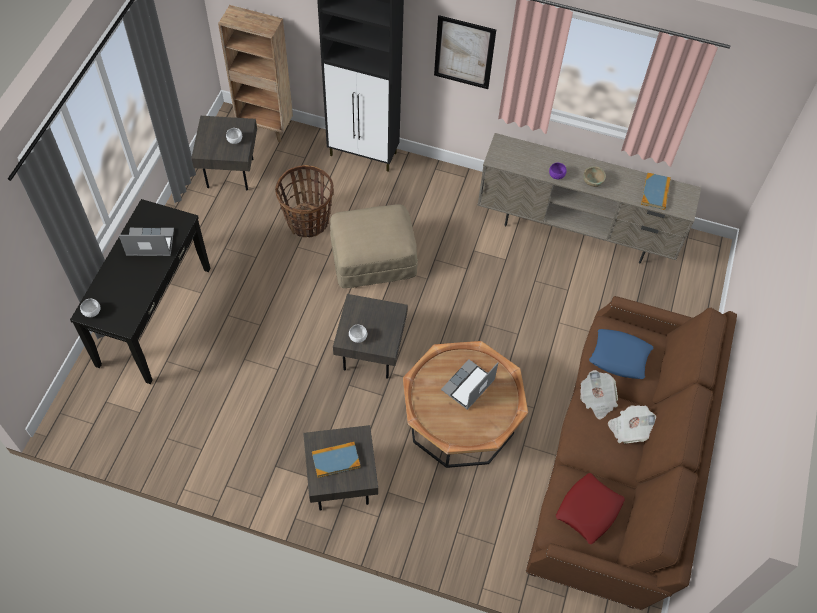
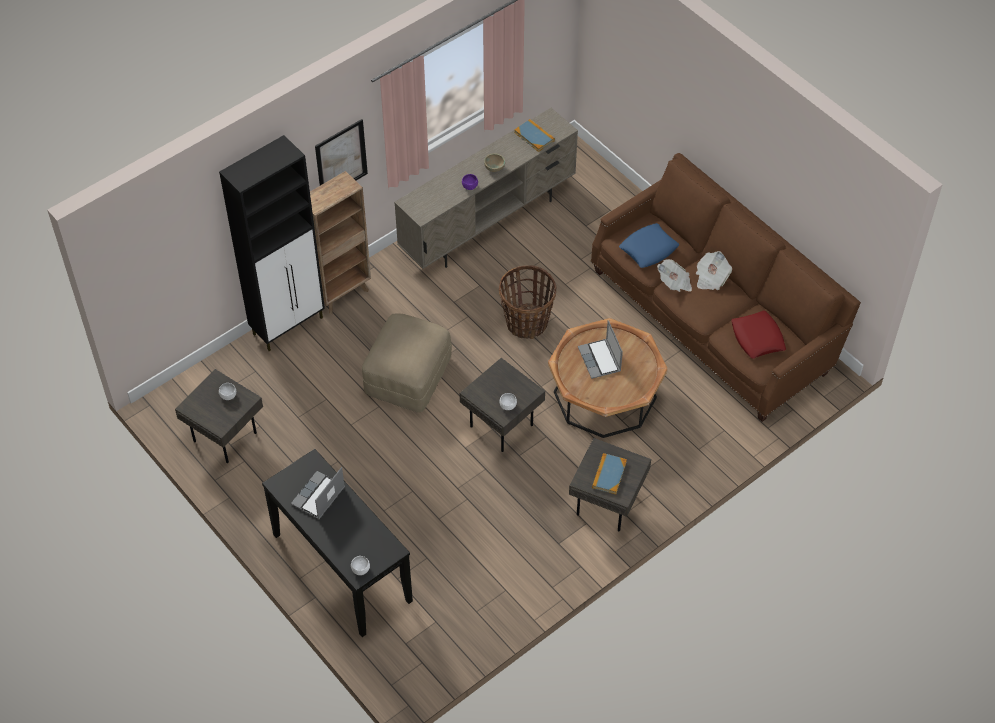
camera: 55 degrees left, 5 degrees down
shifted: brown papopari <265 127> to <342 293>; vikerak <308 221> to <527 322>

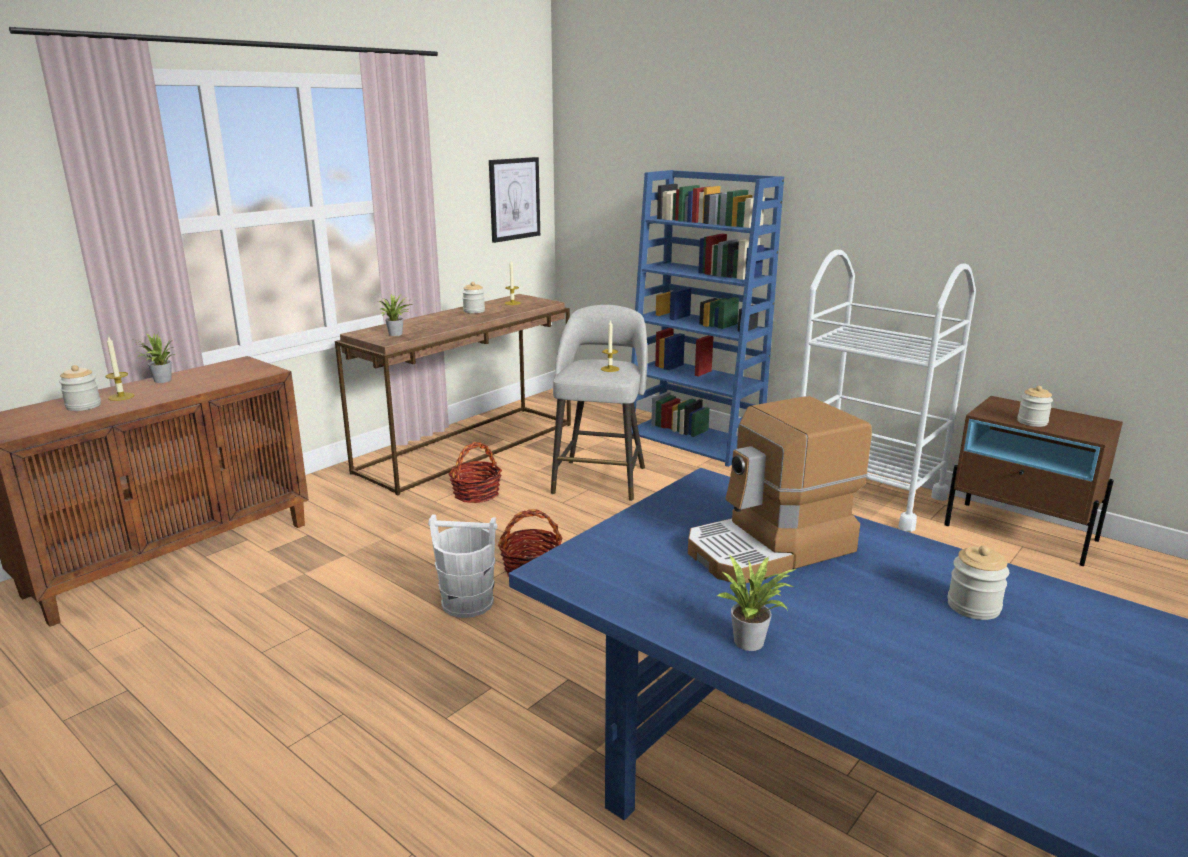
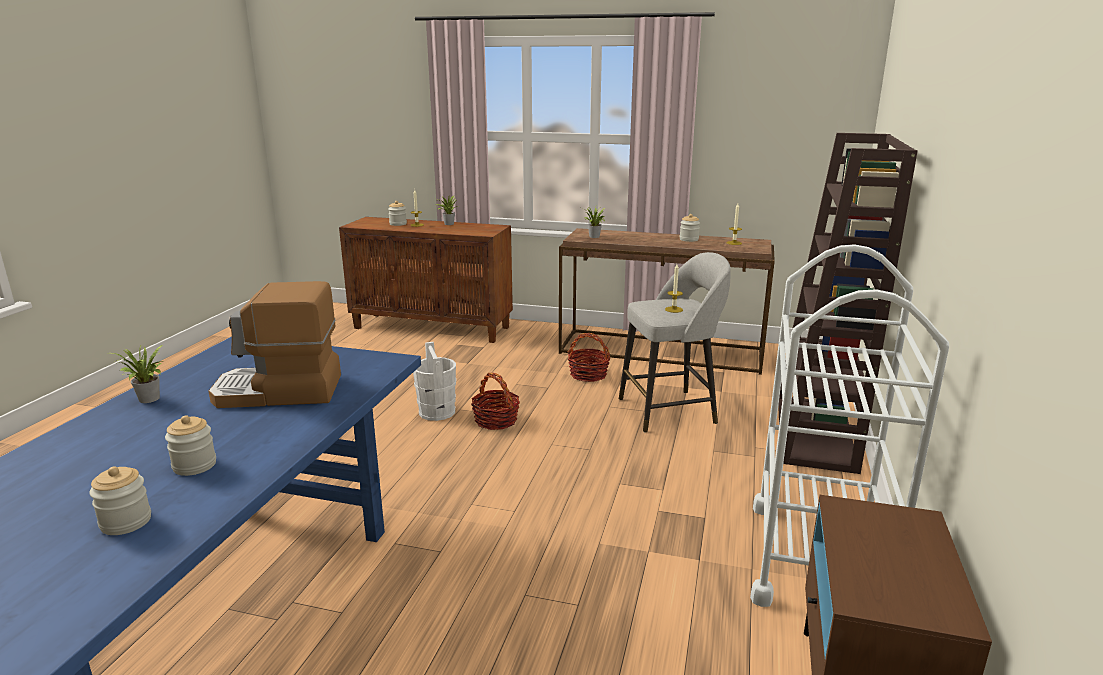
camera: 65 degrees right, 0 degrees up
gone: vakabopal <514 199>
shifted: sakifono <1032 422> to <126 522>
repainted: blue papopari <695 441> to brown papopari <815 435>
rotated: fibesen <771 549> = <278 392> 45 degrees counterclockwise

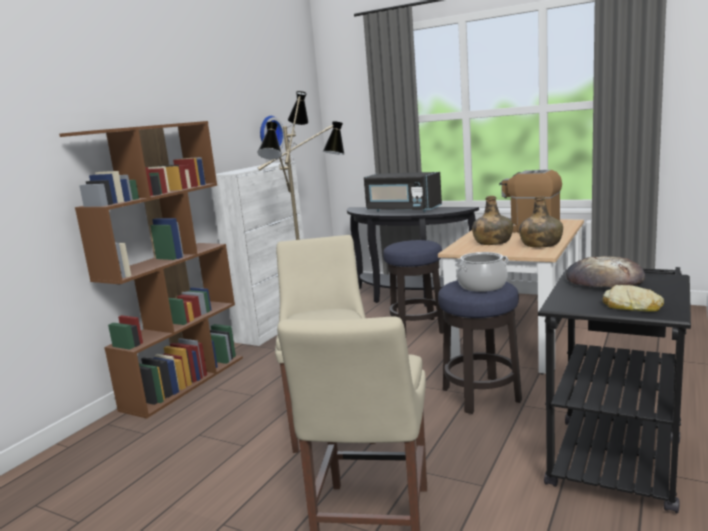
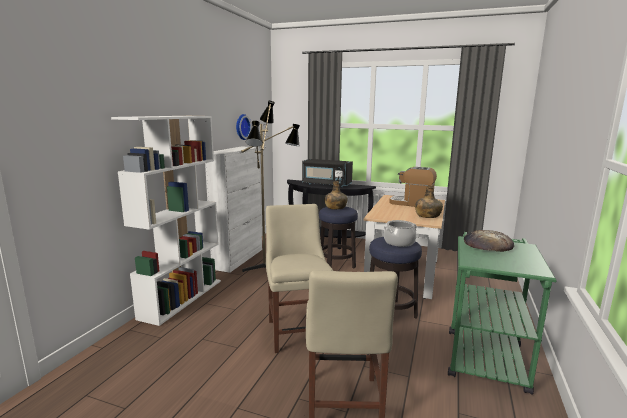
camera: 10 degrees left, 0 degrees up
gone: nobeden <632 306>
shifted: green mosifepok <492 242> to <335 207>
repainted: brown papopari <185 382> to white papopari <182 298>; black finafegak <615 454> to green finafegak <484 354>

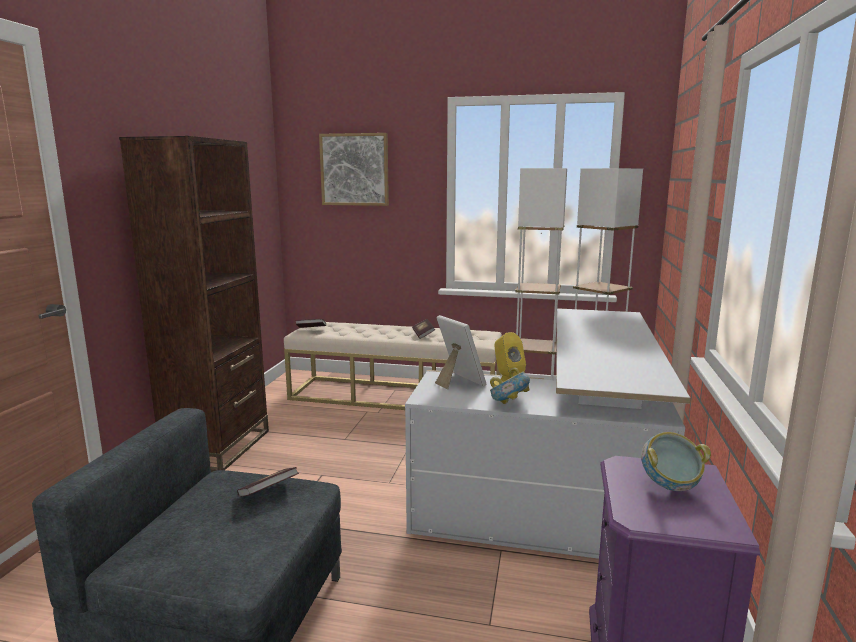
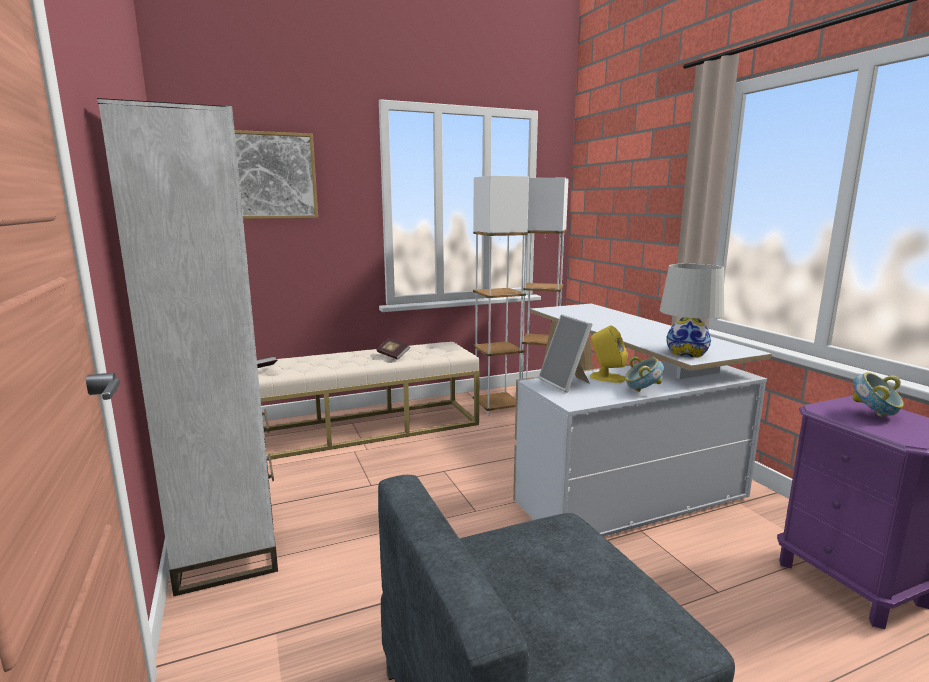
camera: 35 degrees left, 0 degrees up
gone: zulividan <268 492>
new: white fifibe <687 353>
repainted: brown papopari <218 447> to white papopari <228 544>
rotated: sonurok <457 382> = <566 383> 135 degrees counterclockwise

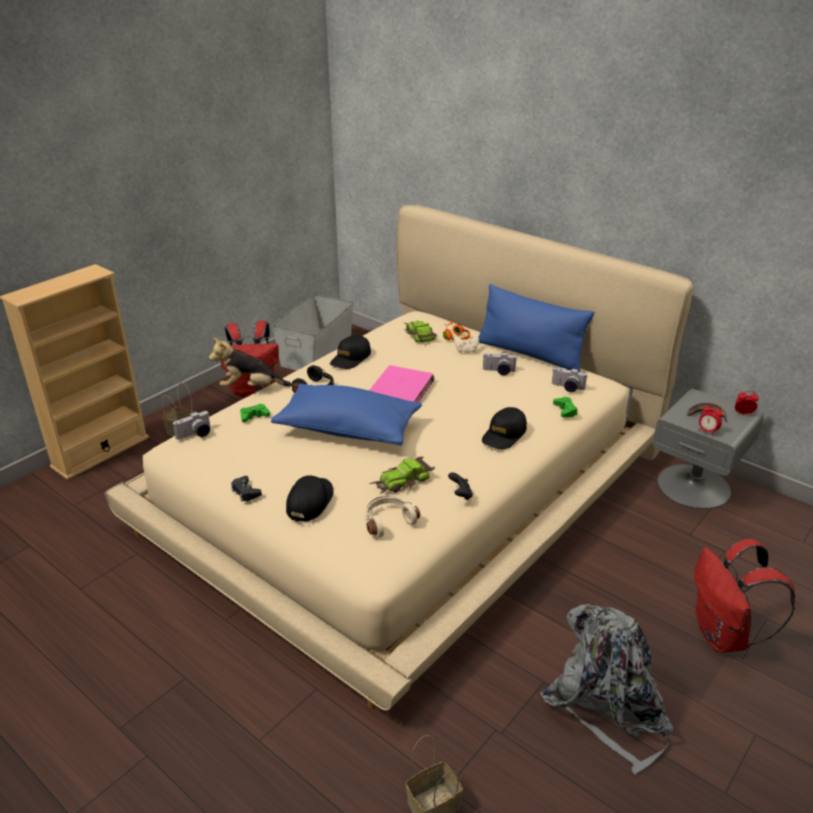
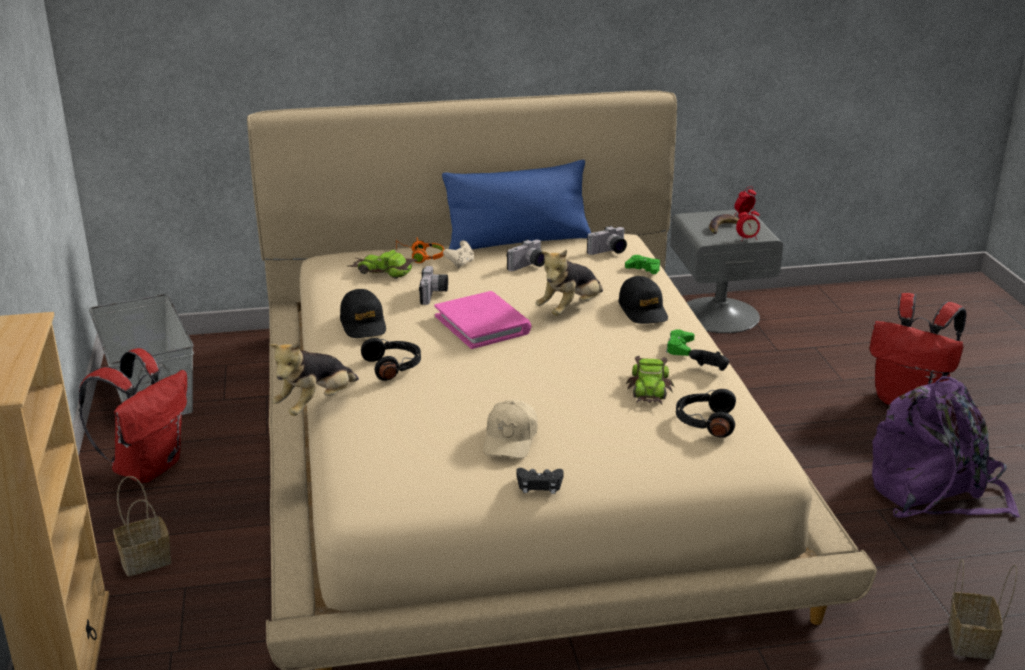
camera: 50 degrees left, 5 degrees down
gone: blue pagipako <348 429>; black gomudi <310 502>
new: beige gomudi <510 439>; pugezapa <570 309>
shifted: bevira <195 435> to <434 295>; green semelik <254 416> to <679 347>
repainted: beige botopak <388 521> to black botopak <704 422>; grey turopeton <608 705> to purple turopeton <935 492>

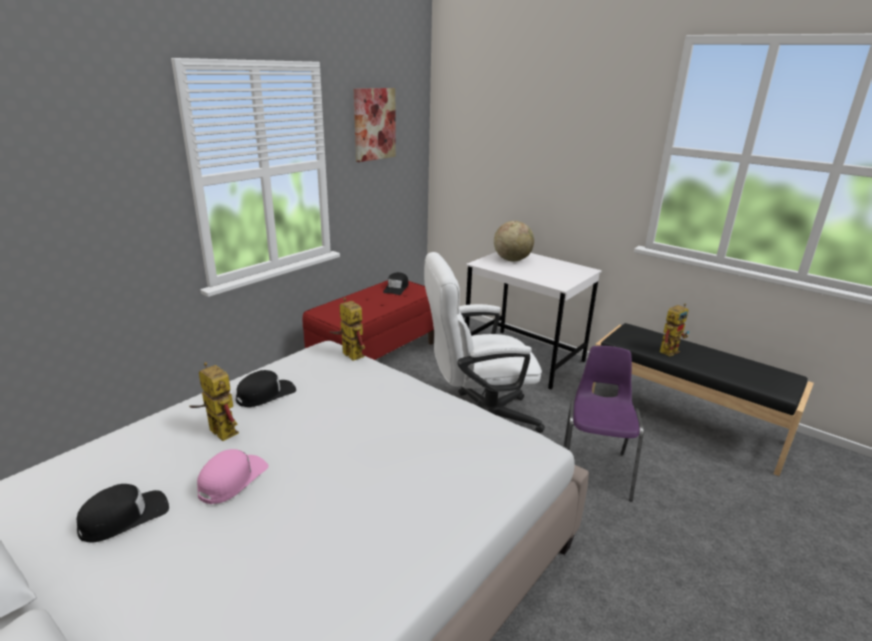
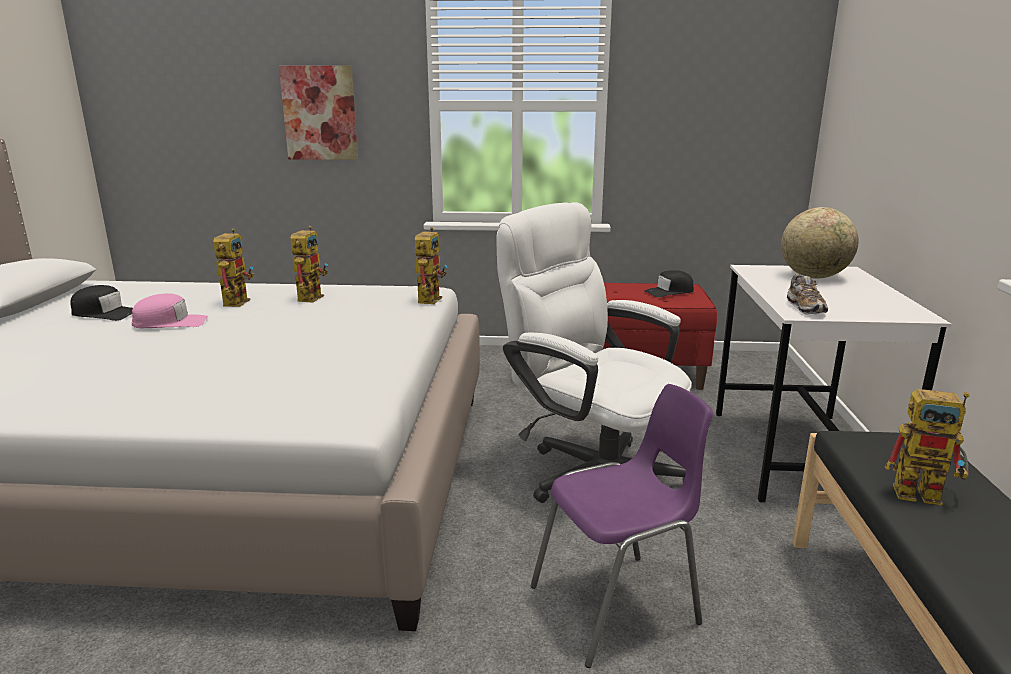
camera: 55 degrees right, 5 degrees down
new: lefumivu <805 308>
shifted: vakabopal <374 124> to <320 113>
swapped: black gomudi <266 394> to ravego <311 296>

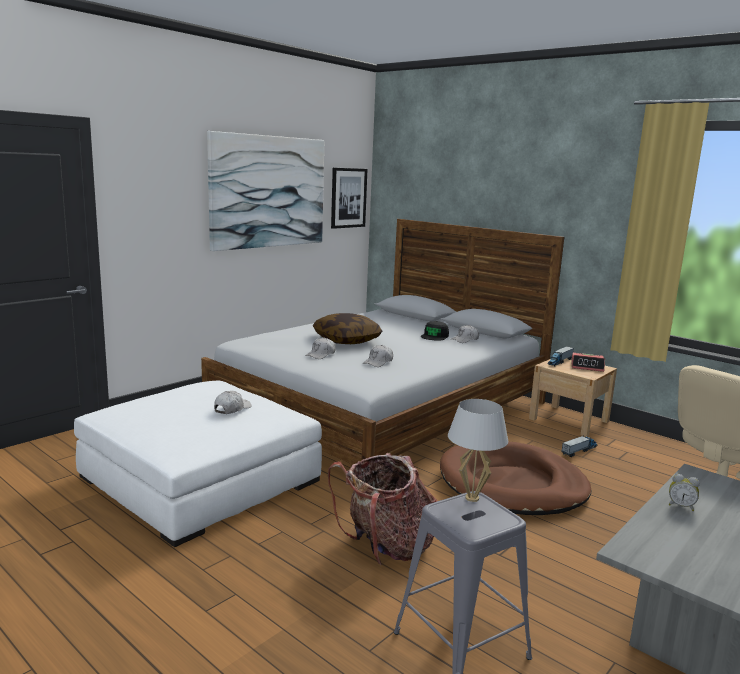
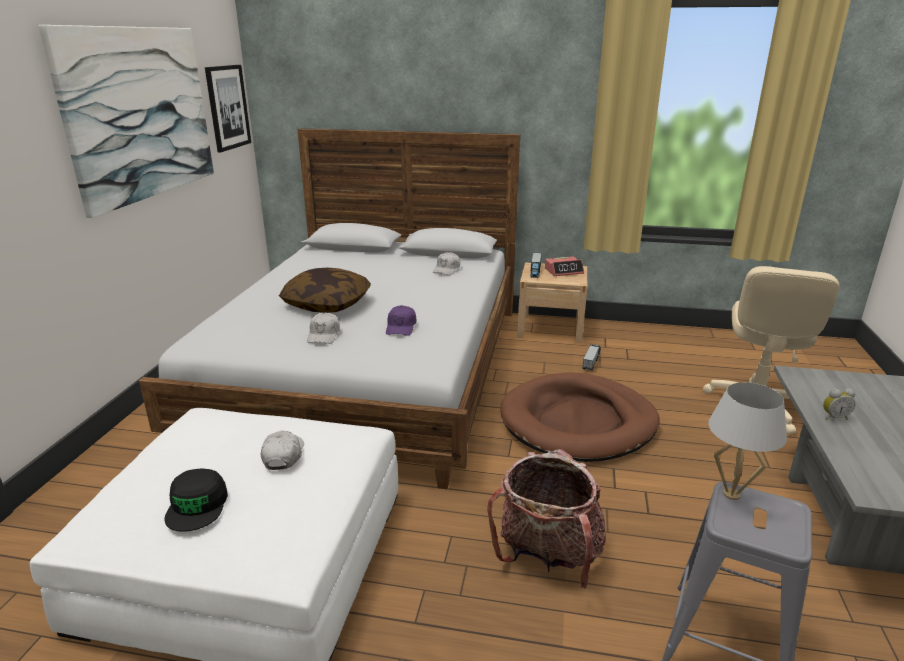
camera: 30 degrees left, 10 degrees up
shifted: black gomudi <435 336> to <197 506>
repainted: white gomudi <378 362> to purple gomudi <401 327>

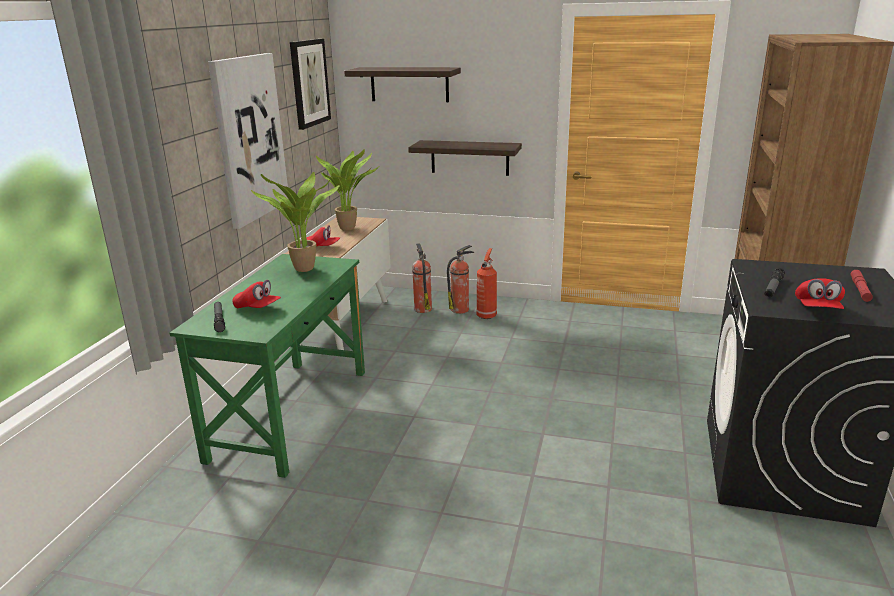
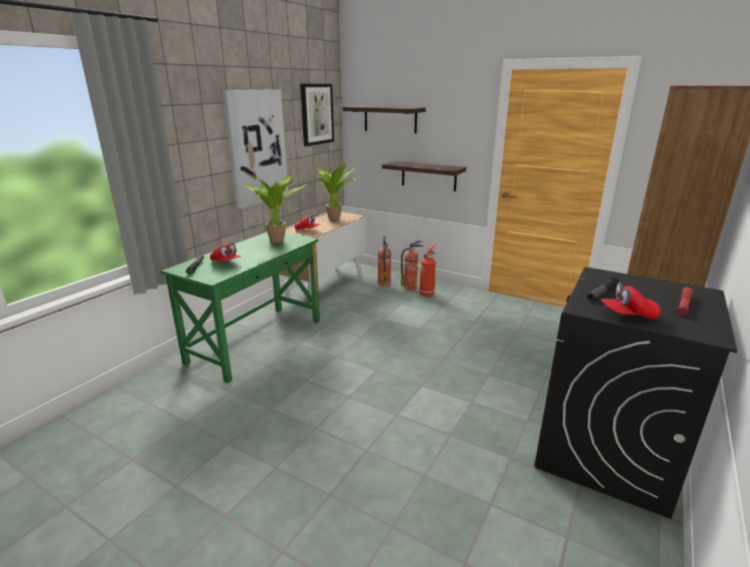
camera: 15 degrees right, 0 degrees up
rotated: red gomudi <817 309> = <628 315> 60 degrees clockwise

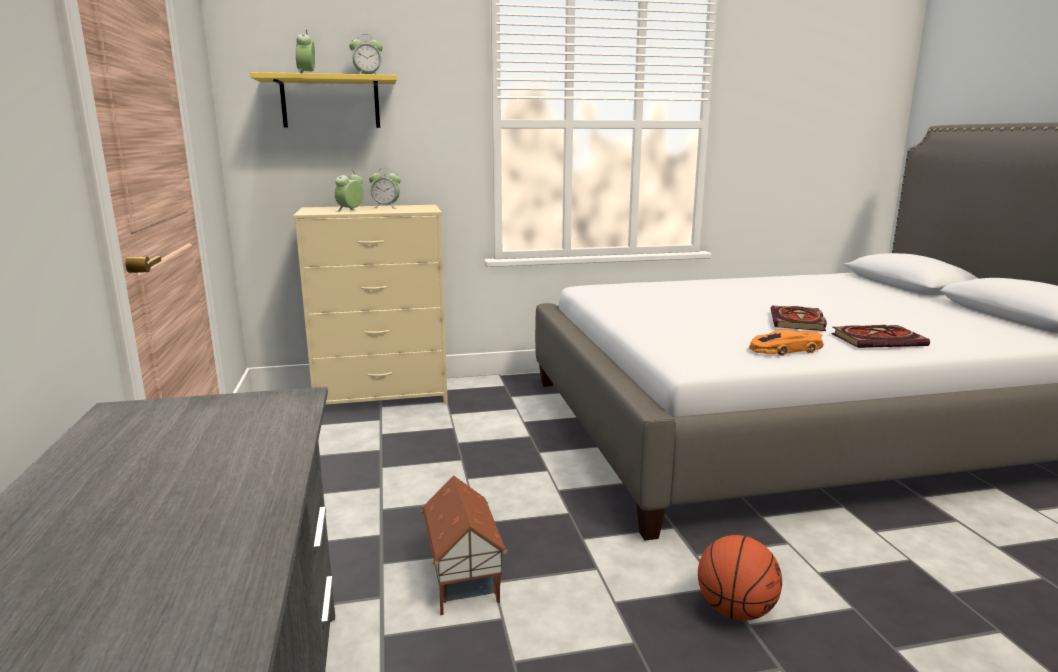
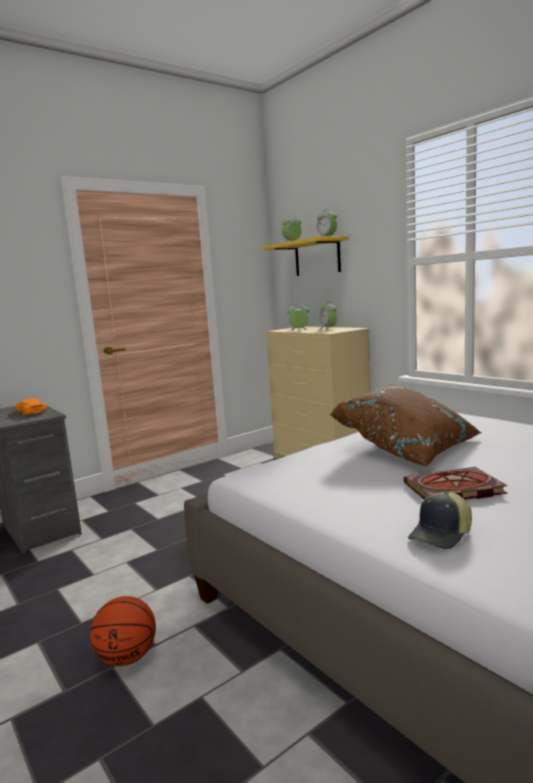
camera: 65 degrees right, 5 degrees down
gone: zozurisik <461 580>
new: brown pagipako <408 448>
shifted: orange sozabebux <784 350> to <31 411>
swapped: zulividan <879 340> to gomudi <442 534>

